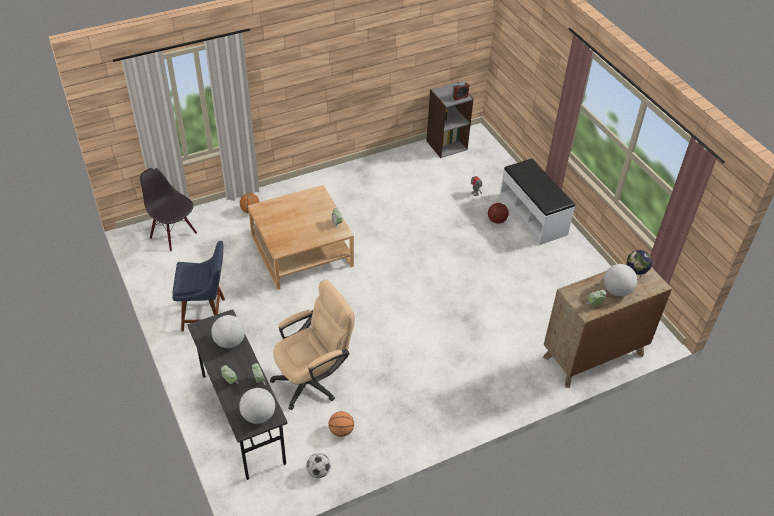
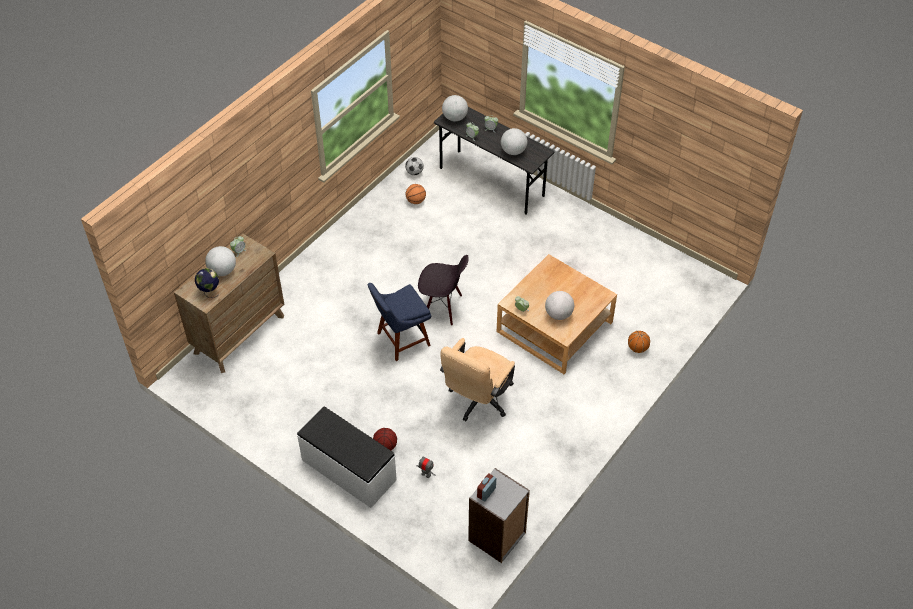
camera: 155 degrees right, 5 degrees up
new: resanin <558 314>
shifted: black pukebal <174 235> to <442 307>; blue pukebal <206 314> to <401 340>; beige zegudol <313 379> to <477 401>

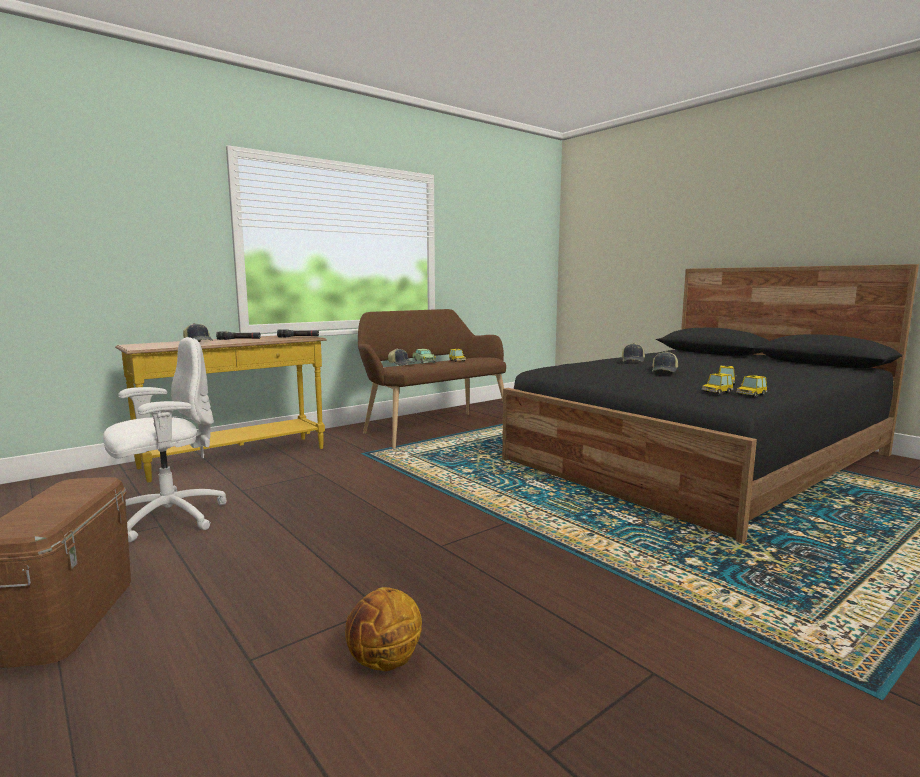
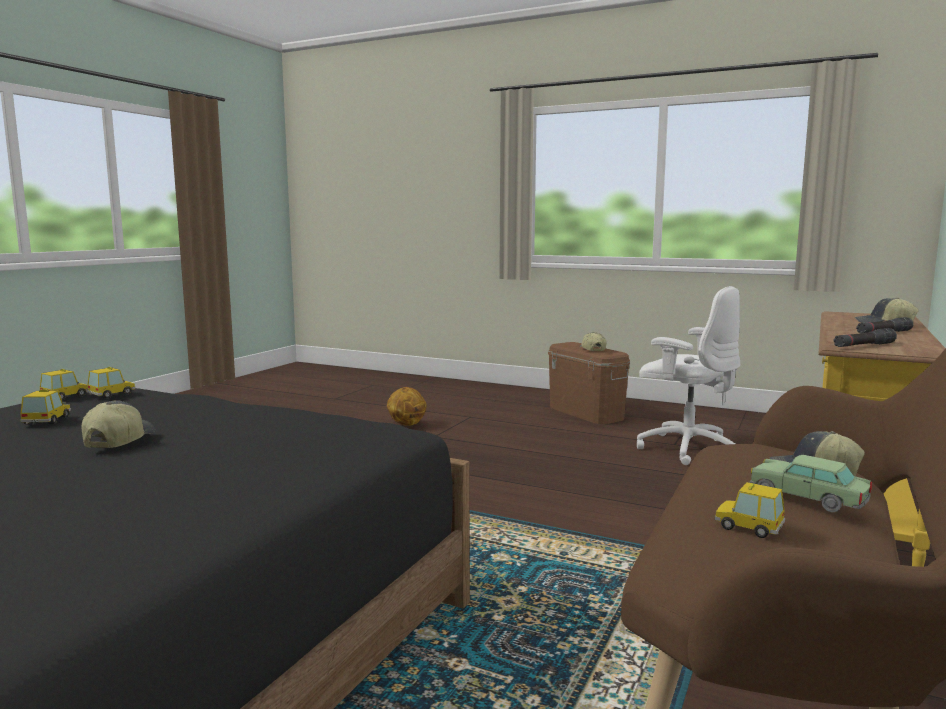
camera: 155 degrees right, 0 degrees up
shifted: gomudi <633 361> to <592 349>
rotated: white zegudol <168 518> = <686 448> 75 degrees counterclockwise

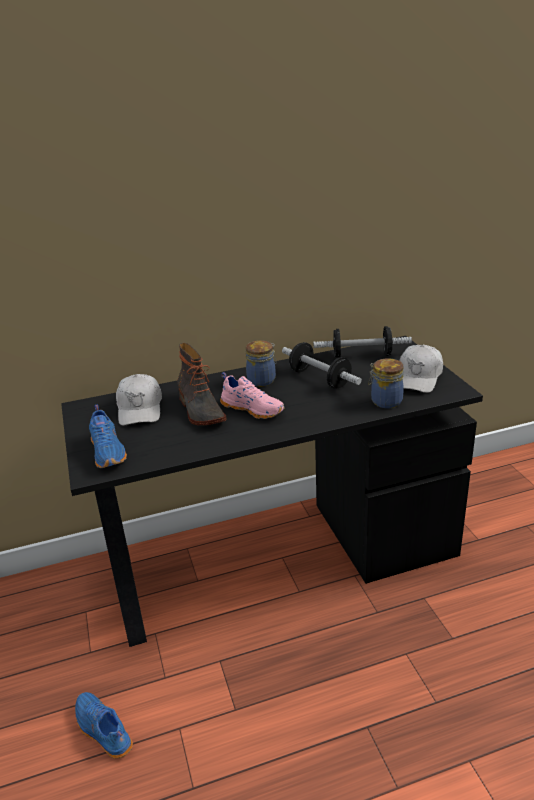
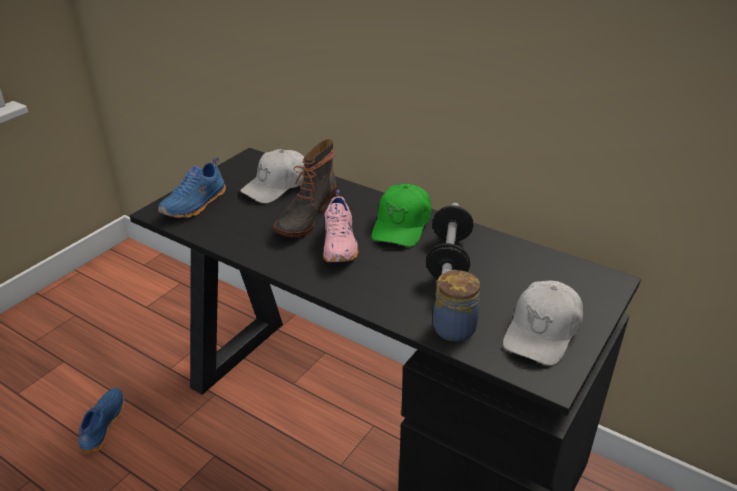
camera: 50 degrees right, 5 degrees up
gone: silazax <362 355>
swapped: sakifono <262 380> to green gomudi <402 225>
rotated: white gomudi <418 378> = <542 332> 45 degrees counterclockwise

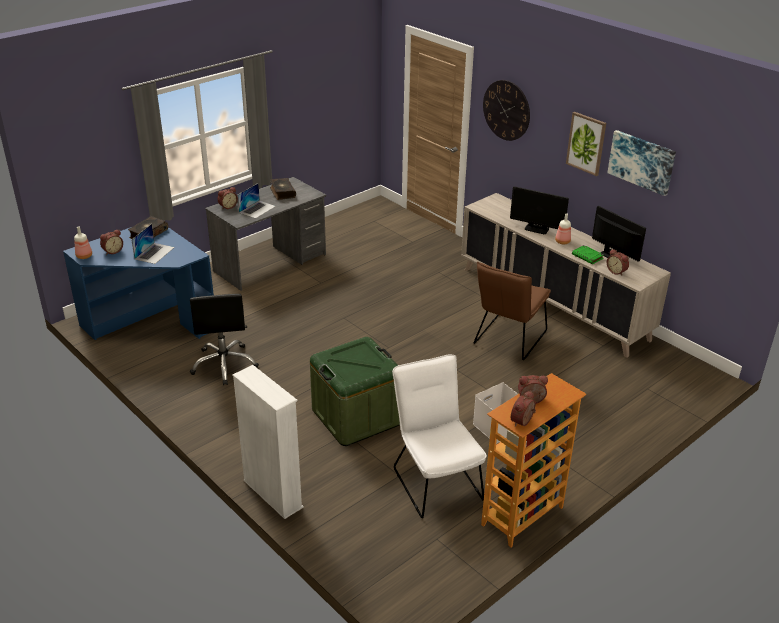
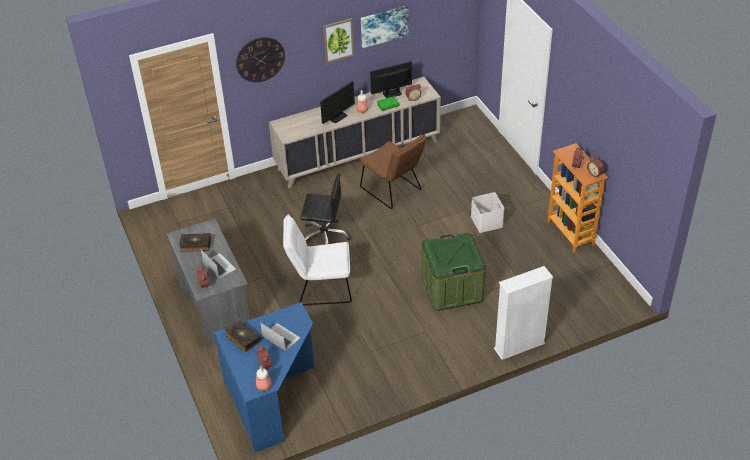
camera: 70 degrees left, 10 degrees up
shifted: black zegudol <224 364> to <324 237>; white pukebal <435 479> to <320 287>

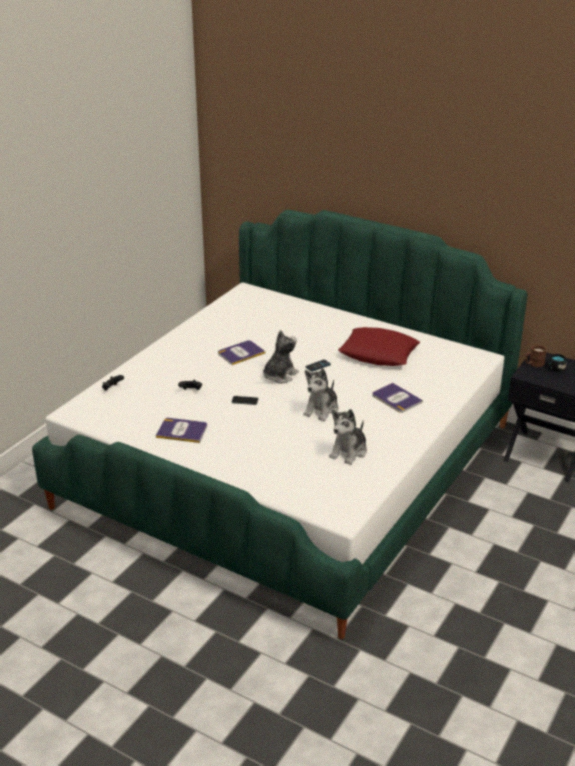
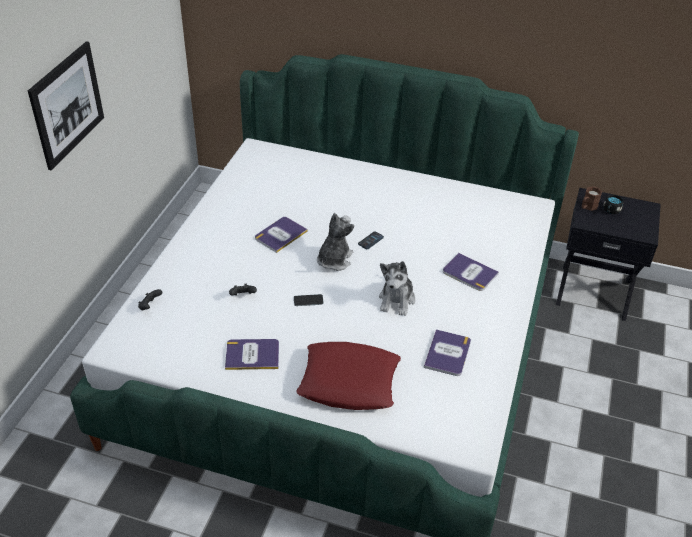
camera: 15 degrees left, 10 degrees up
new: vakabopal <67 105>
shifted: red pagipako <378 353> to <349 382>
swapped: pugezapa <349 451> to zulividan <447 353>

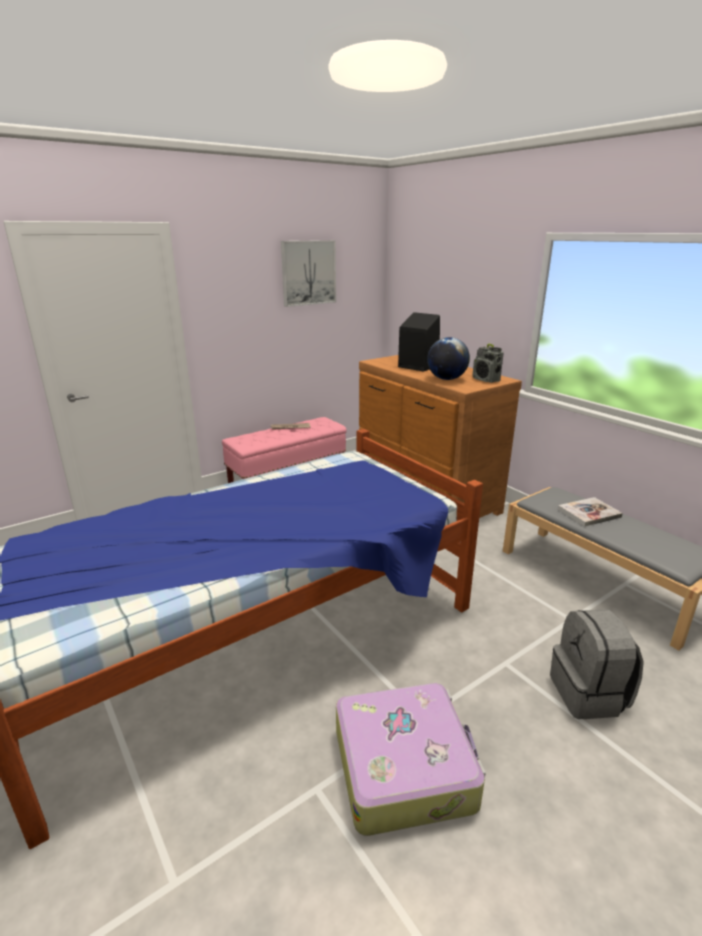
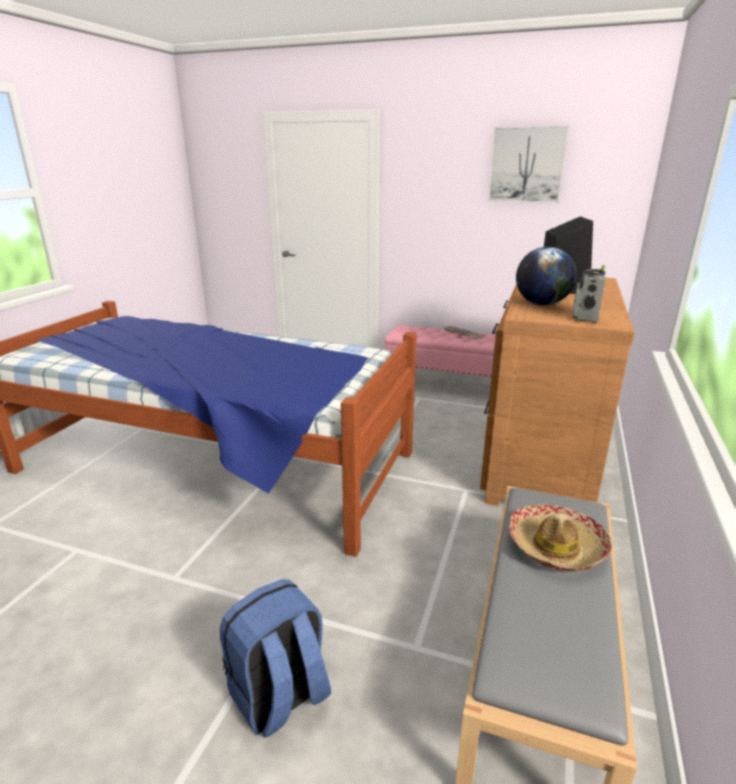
camera: 55 degrees right, 0 degrees up
gone: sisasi <404 766>
swapped: zulividan <589 513> to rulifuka <556 546>
repainted: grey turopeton <589 694> to blue turopeton <280 697>

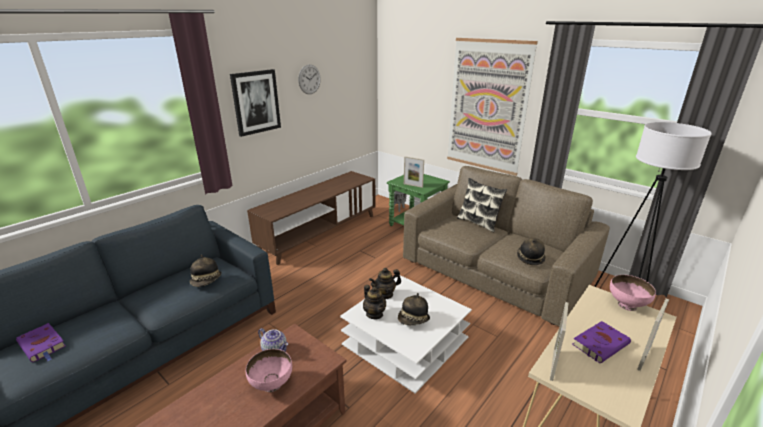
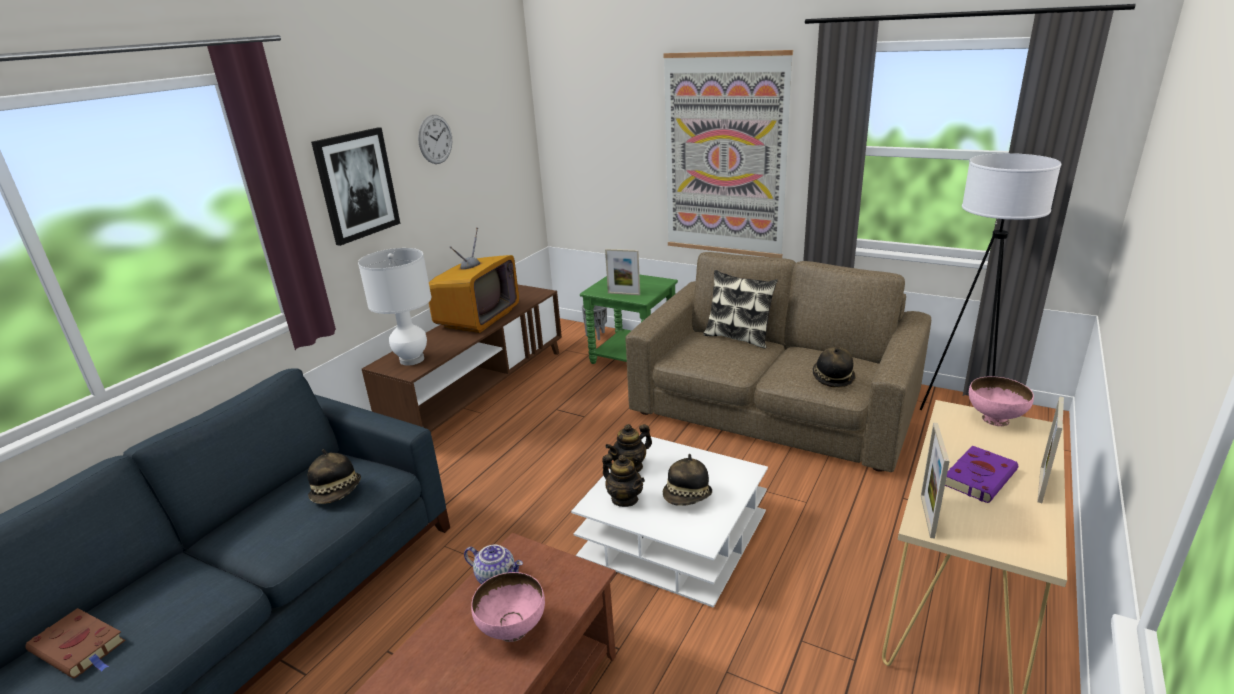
camera: 10 degrees left, 0 degrees up
new: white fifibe <412 360>; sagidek <478 318>
repainted: purple zulividan <43 345> to brown zulividan <80 647>

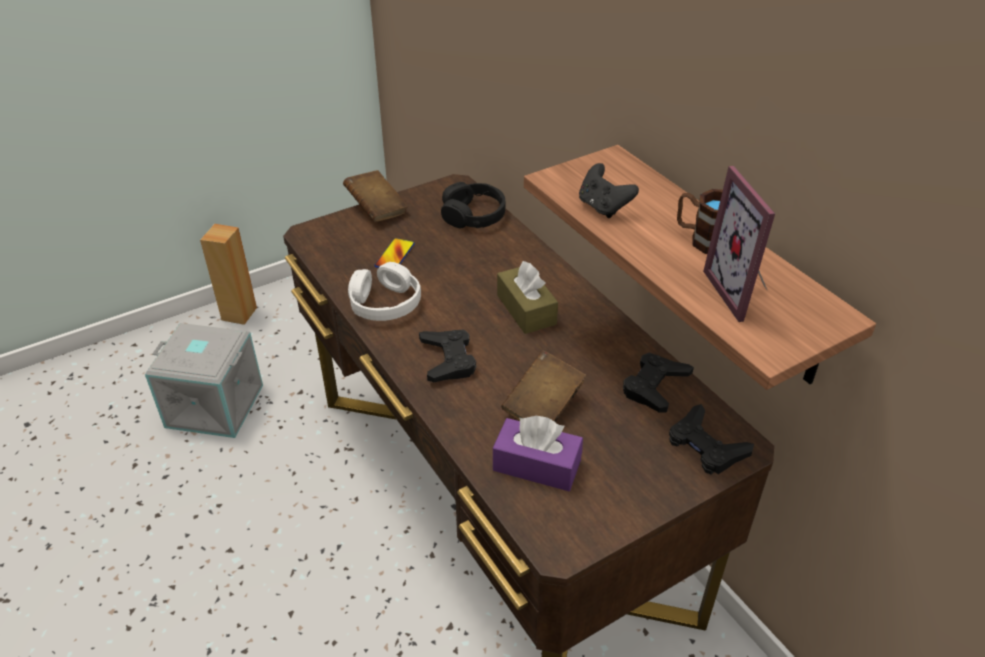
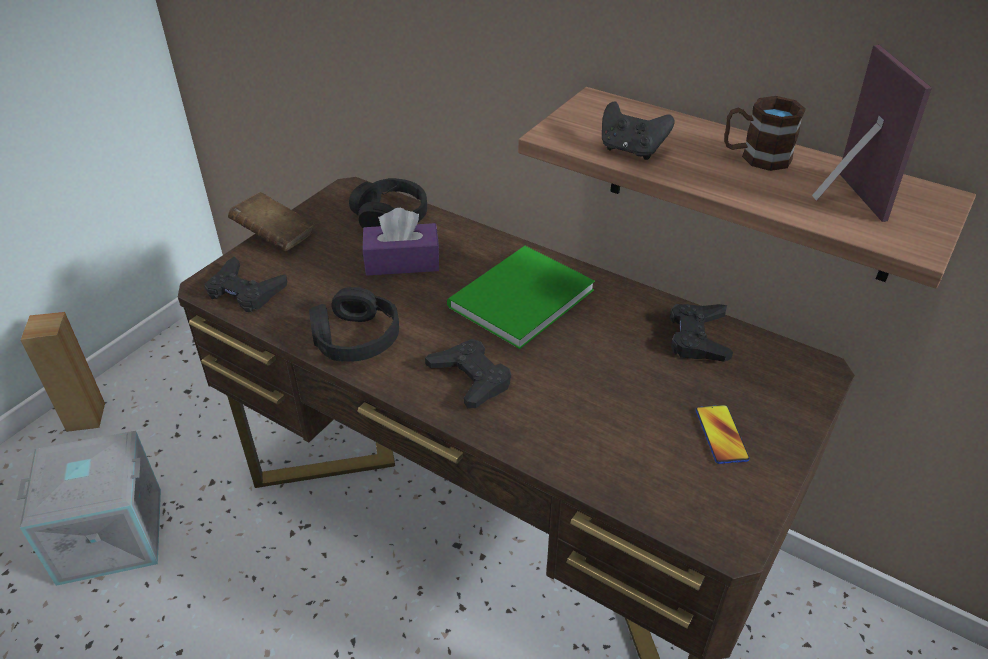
camera: 25 degrees left, 0 degrees up
gone: brown zulividan <543 406>
shifted: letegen <395 255> to <721 435>; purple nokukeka <536 465> to <402 262>; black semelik <705 446> to <245 291>
swapped: brown nokukeka <526 309> to green zulividan <516 299>
repainted: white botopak <384 303> to black botopak <355 338>
rotated: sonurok <742 292> = <839 198> 150 degrees counterclockwise

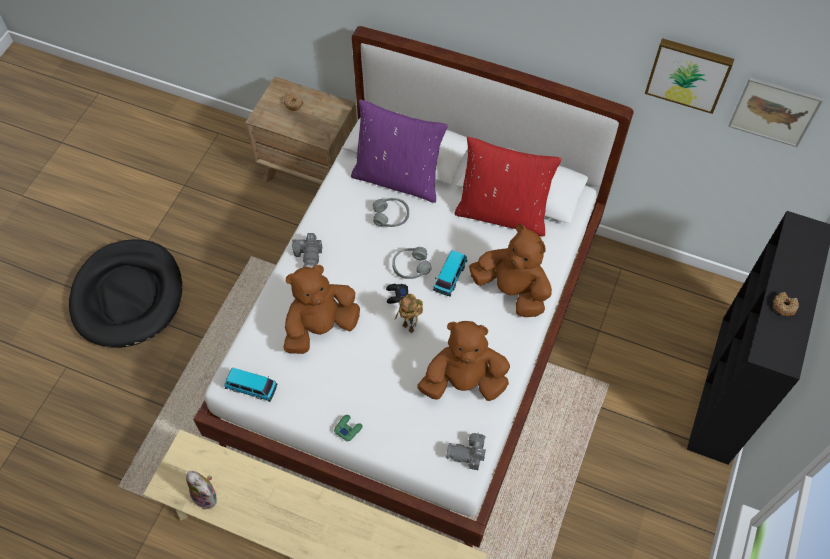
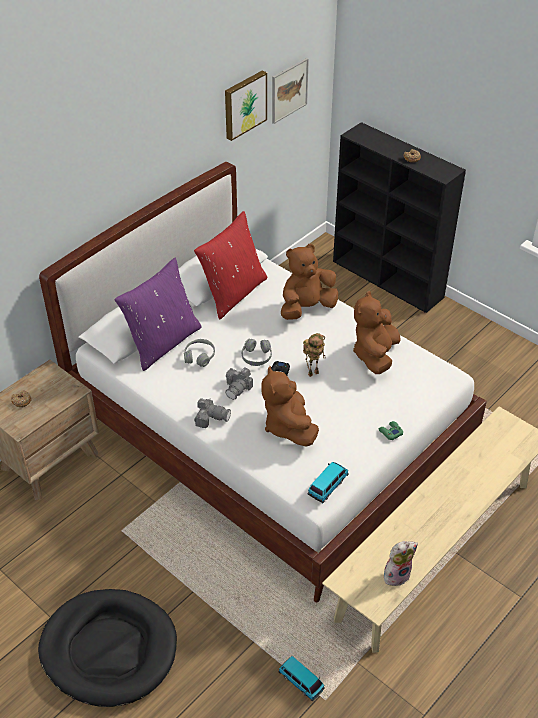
camera: 70 degrees left, 15 degrees down
shifted: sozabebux <450 277> to <301 682>; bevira <468 455> to <238 388>

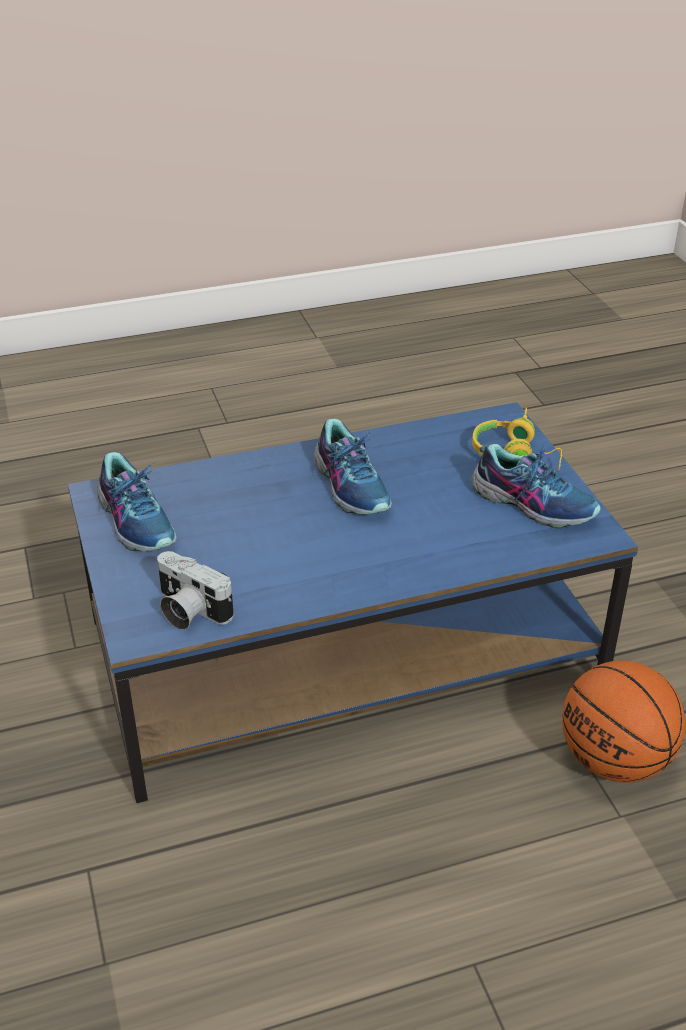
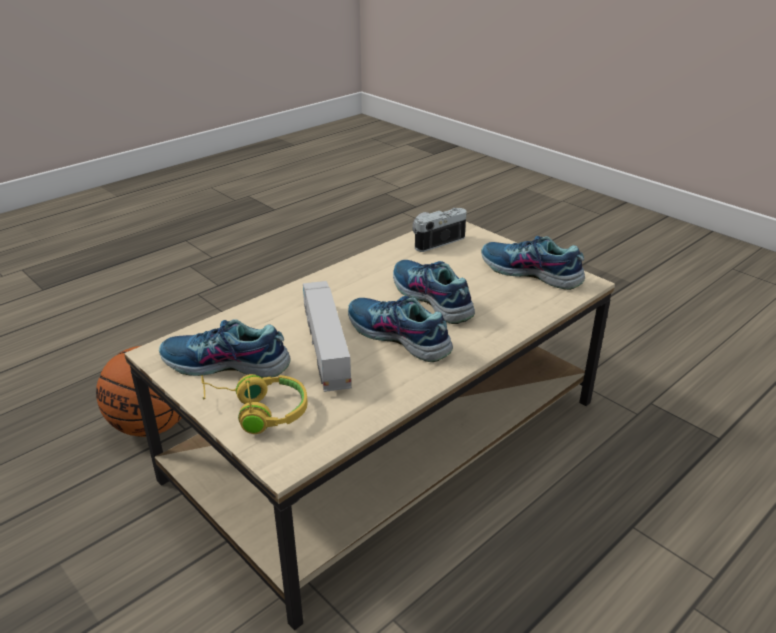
camera: 155 degrees right, 5 degrees down
new: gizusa <325 346>; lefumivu <431 299>
repainted: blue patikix <346 648> to beige patikix <386 441>
rotated: bevira <188 611> = <435 240> 45 degrees counterclockwise

